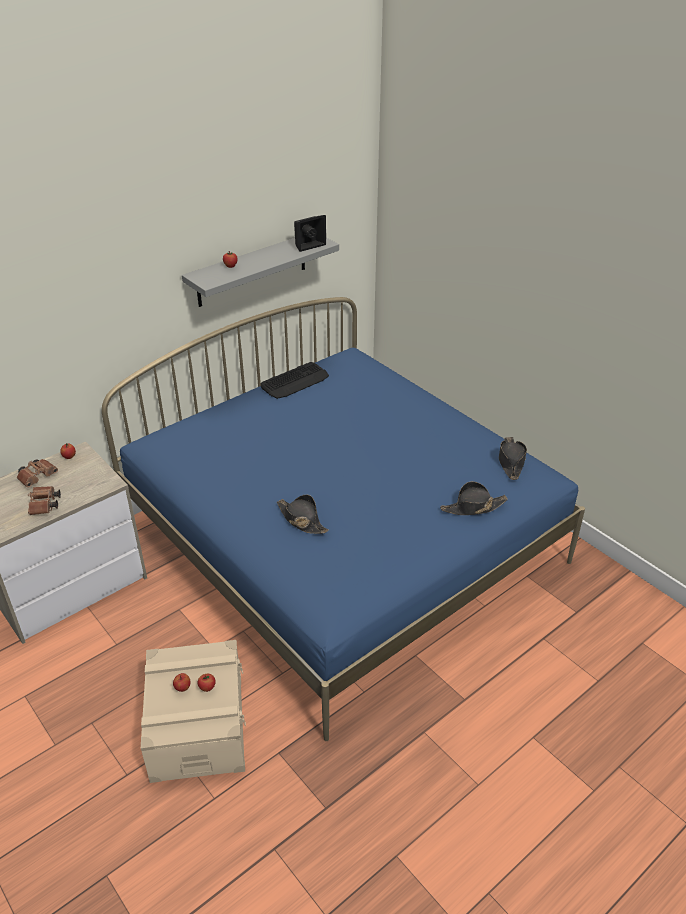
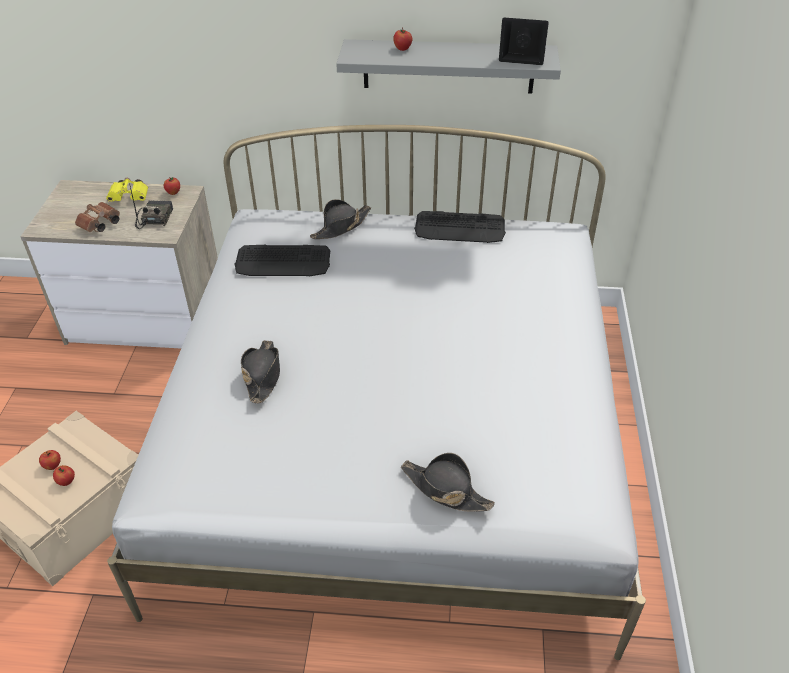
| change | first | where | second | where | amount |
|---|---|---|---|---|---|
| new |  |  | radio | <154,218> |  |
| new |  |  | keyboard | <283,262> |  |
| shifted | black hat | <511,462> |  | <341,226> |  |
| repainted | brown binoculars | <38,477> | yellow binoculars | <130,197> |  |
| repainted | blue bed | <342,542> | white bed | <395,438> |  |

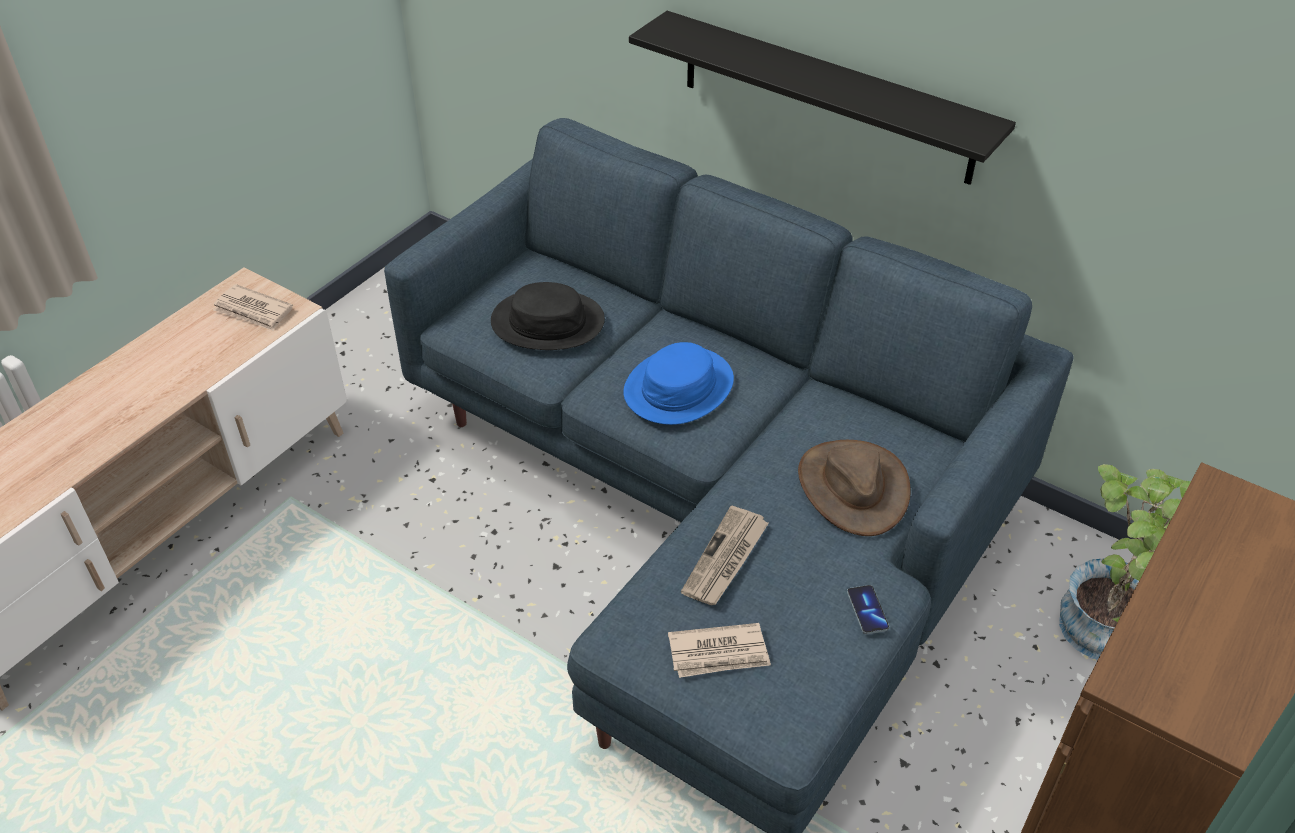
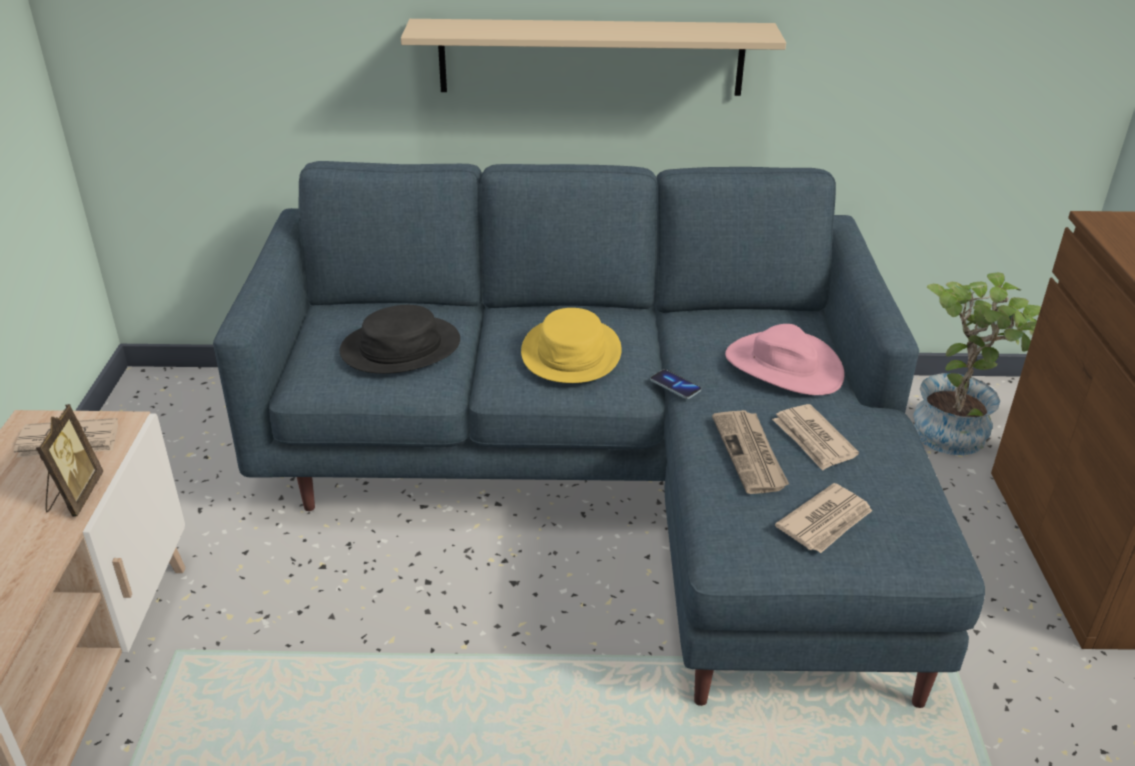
| change | first | where | second | where | amount |
|---|---|---|---|---|---|
| new |  |  | picture frame | <74,496> |  |
| new |  |  | newspaper | <813,440> |  |
| shifted | phone | <867,610> |  | <675,385> |  |
| repainted | blue hat | <679,387> | yellow hat | <571,352> |  |
| repainted | black shelf | <826,97> | beige shelf | <591,57> |  |
| repainted | brown hat | <852,487> | pink hat | <783,366> |  |

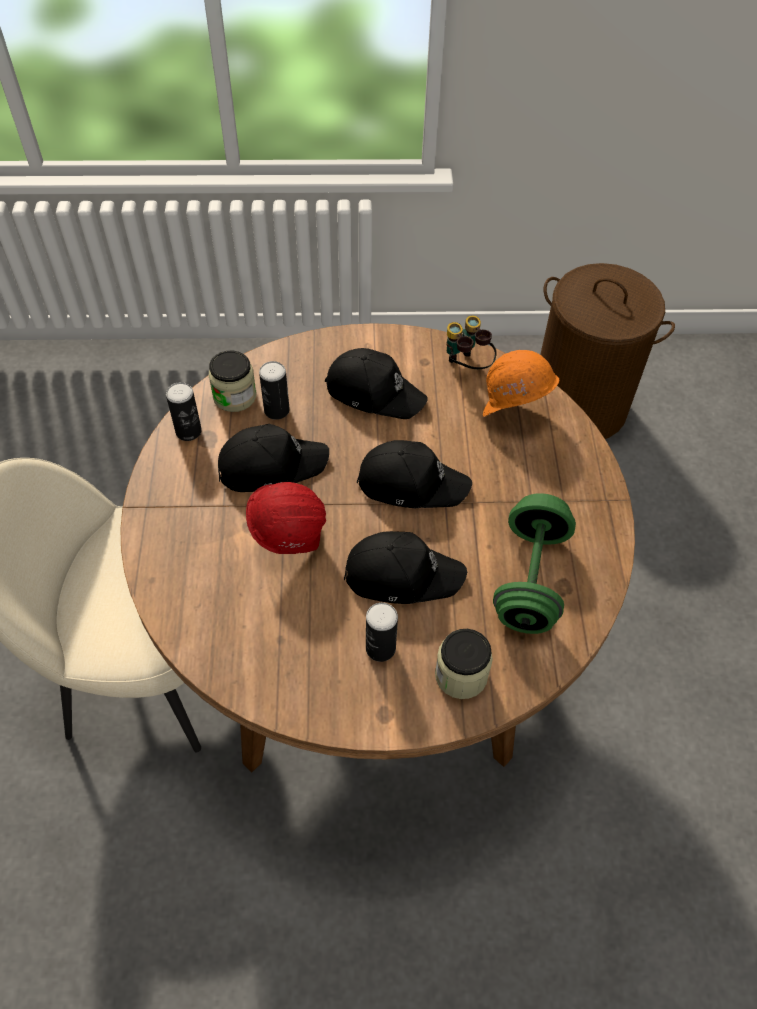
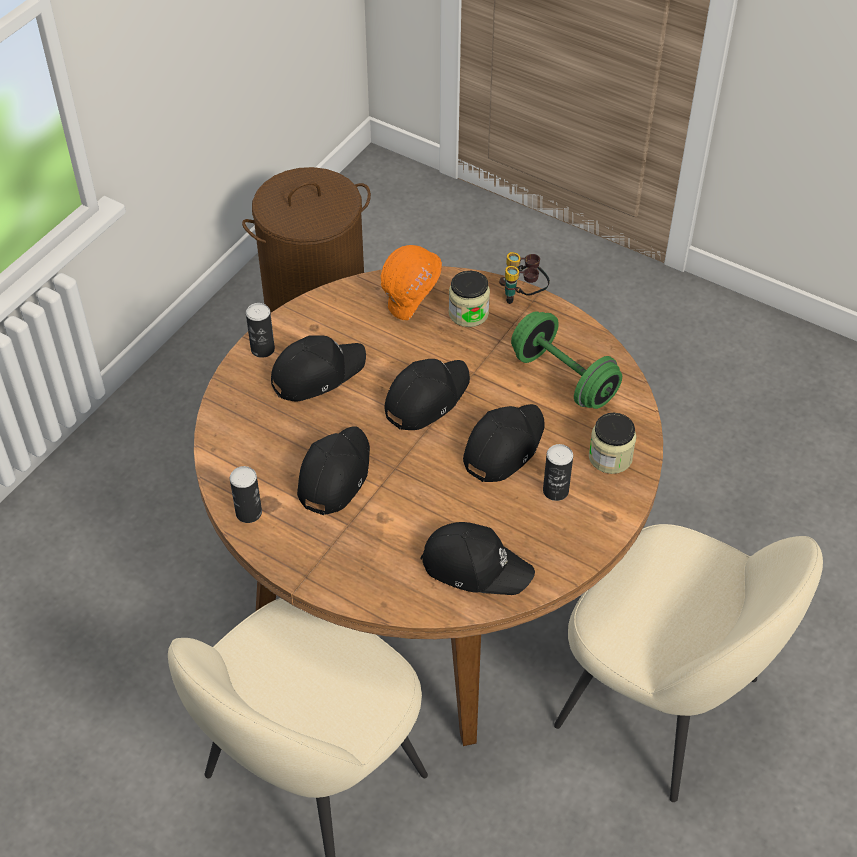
| change | first | where | second | where | amount |
|---|---|---|---|---|---|
| gone | red hard hat | <290,538> |  |  |  |
| new |  |  | black cap | <475,566> |  |
| new |  |  | beige chair | <662,705> |  |
| shifted | jar | <234,396> |  | <468,313> |  |
| shifted | can | <276,410> |  | <262,349> |  |
| shifted | binoculars | <466,367> |  | <523,297> |  |

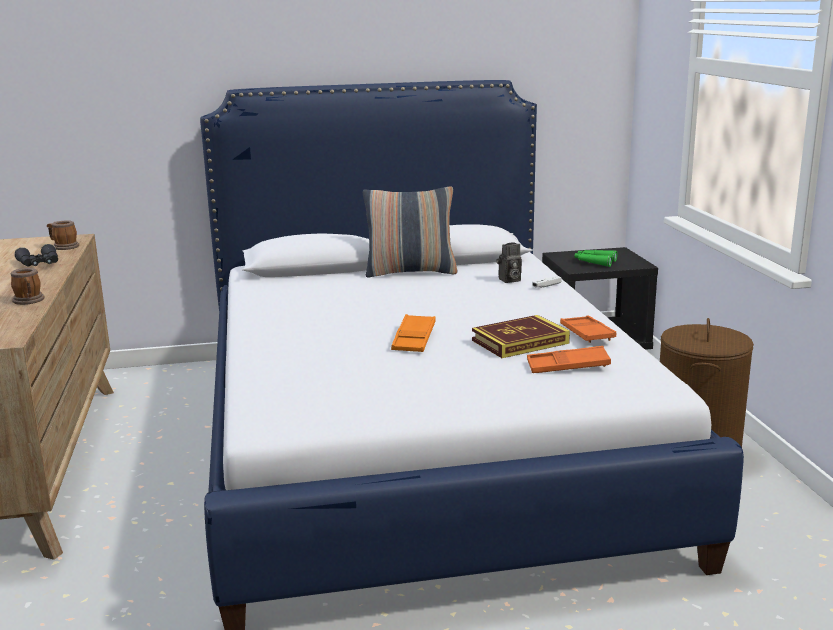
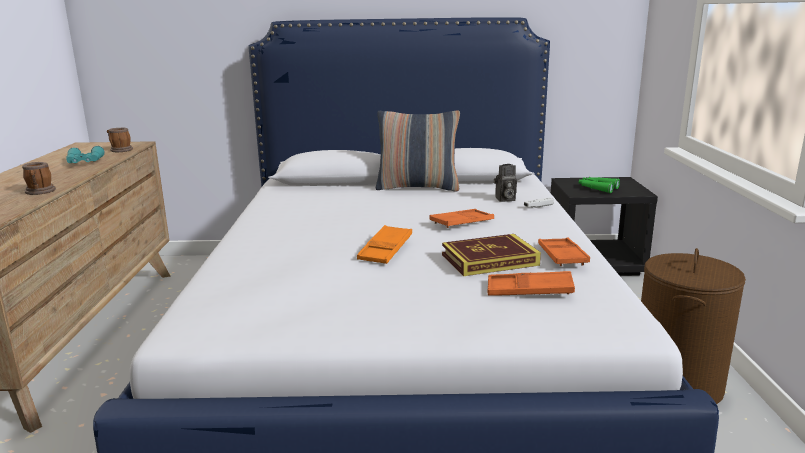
| change | first | where | second | where | amount |
|---|---|---|---|---|---|
| new |  |  | orange tray | <462,222> |  |
| repainted | black binoculars | <39,264> | turquoise binoculars | <85,162> |  |

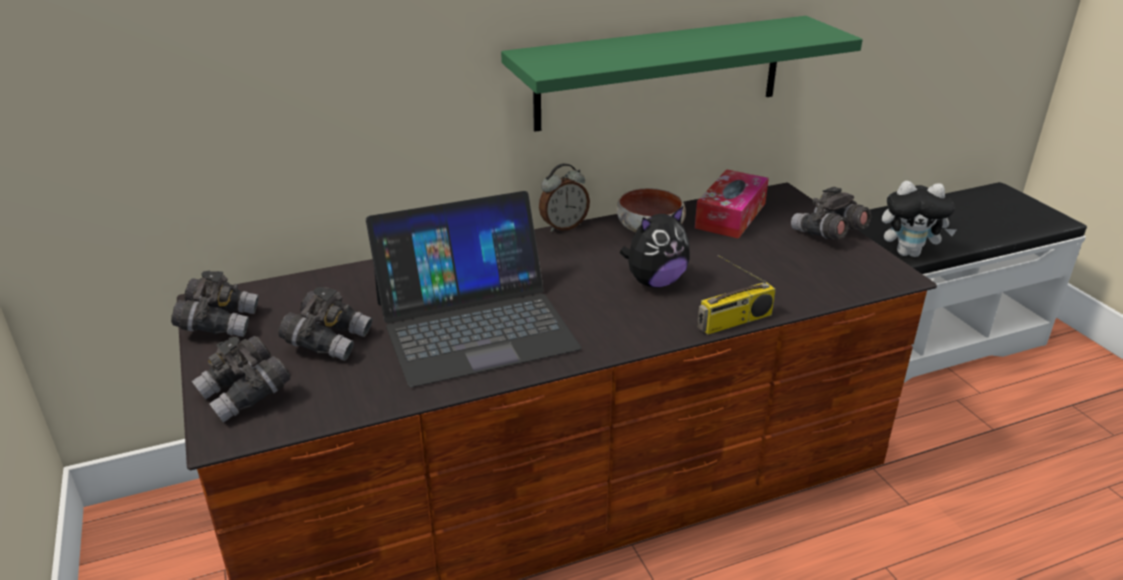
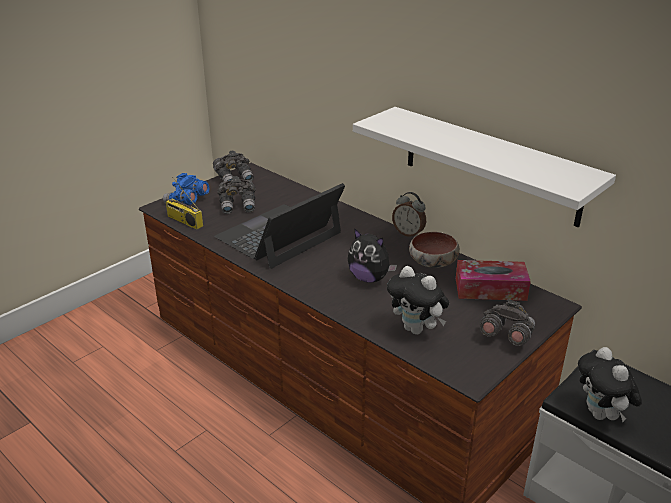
| change | first | where | second | where | amount |
|---|---|---|---|---|---|
| new |  |  | plush toy | <416,329> |  |
| shifted | radio | <734,322> |  | <184,221> |  |
| repainted | grey binoculars | <246,395> | blue binoculars | <187,202> |  |
| repainted | green shelf | <660,73> | white shelf | <490,165> |  |
| rotated | laptop | <474,324> |  | <279,235> | 90 degrees clockwise |

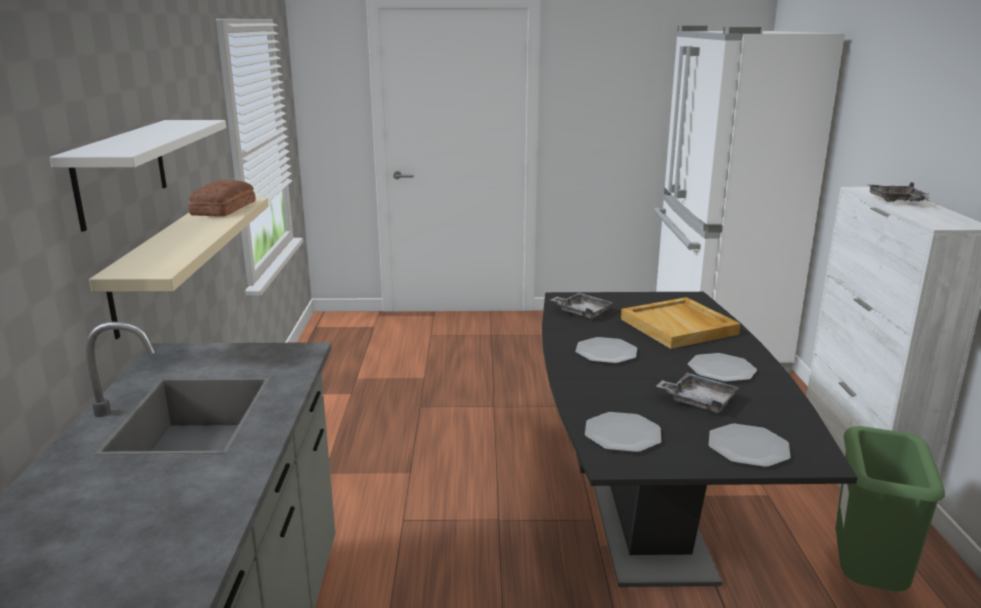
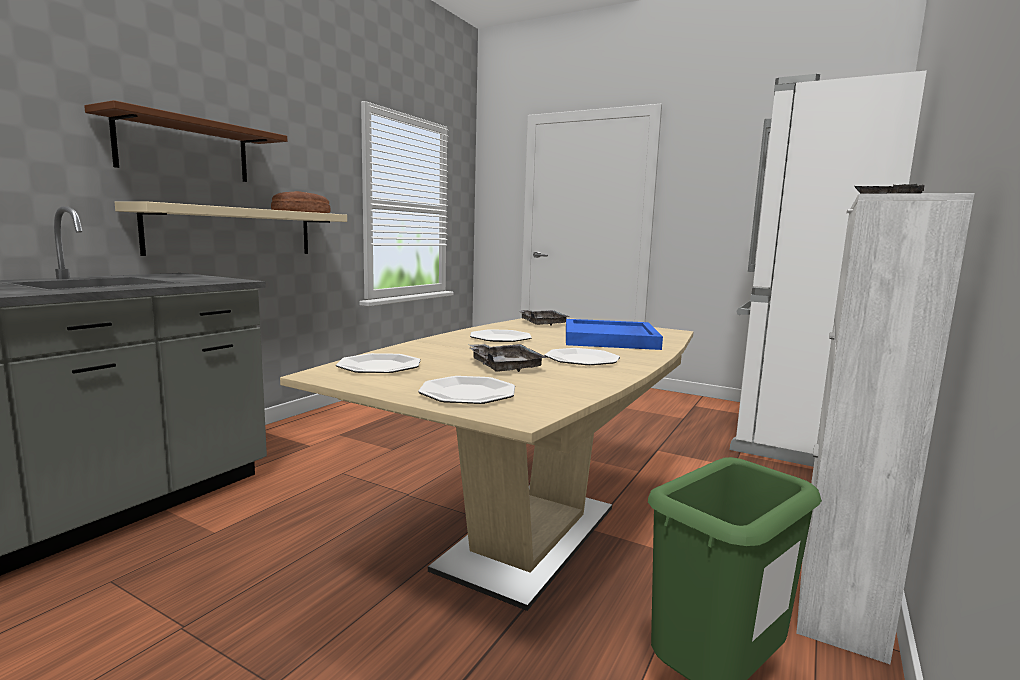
| change | first | where | second | where | amount |
|---|---|---|---|---|---|
| repainted | white shelf | <121,171> | brown shelf | <184,149> |  |
| repainted | black dining table | <647,522> | beige dining table | <530,537> |  |
| repainted | beige tray | <679,326> | blue tray | <610,339> |  |

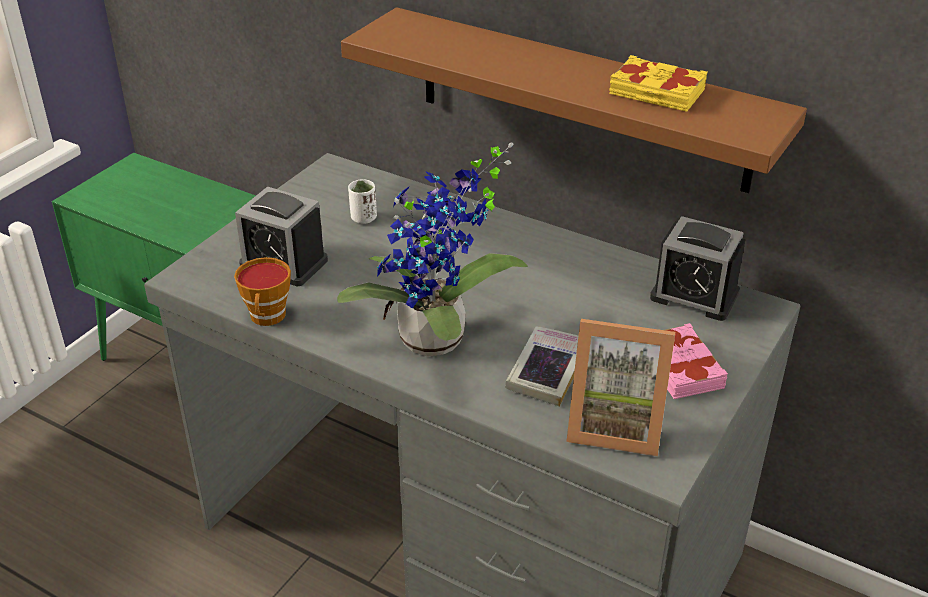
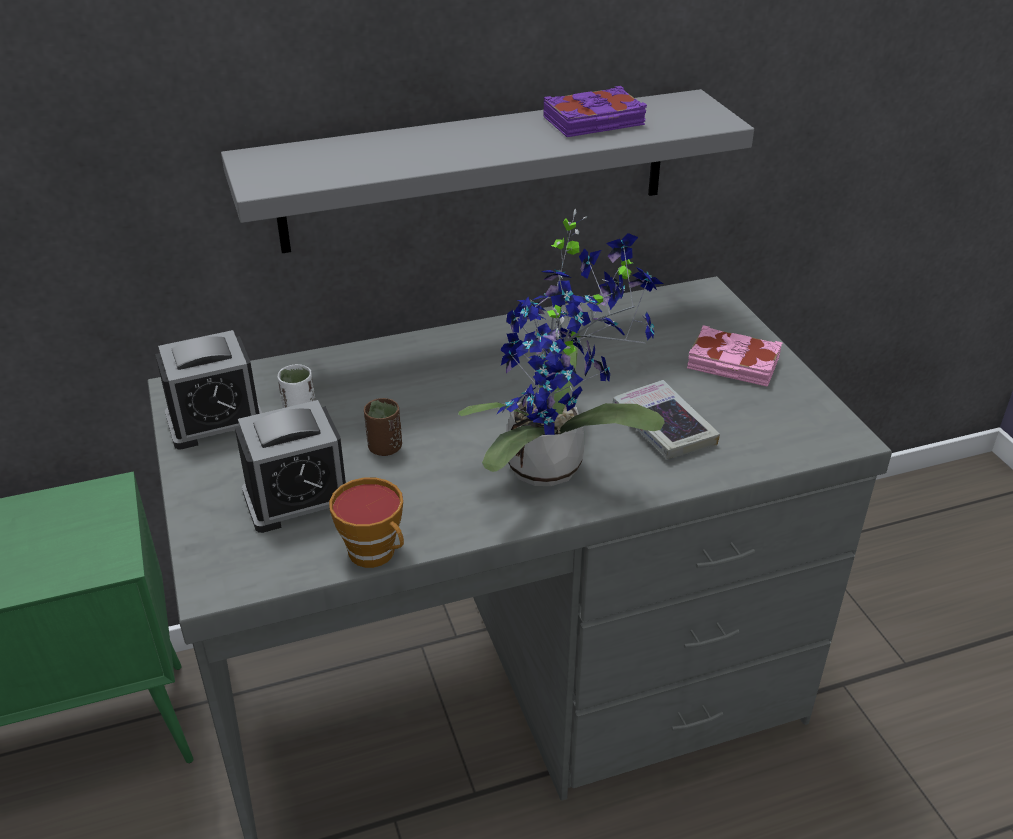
| change | first | where | second | where | amount |
|---|---|---|---|---|---|
| gone | picture frame | <615,425> |  |  |  |
| new |  |  | brown cup | <385,448> |  |
| shifted | alarm clock | <694,295> |  | <215,421> |  |
| repainted | brown shelf | <581,99> | grey shelf | <476,171> |  |
| repainted | yellow book | <656,92> | purple book | <594,122> |  |

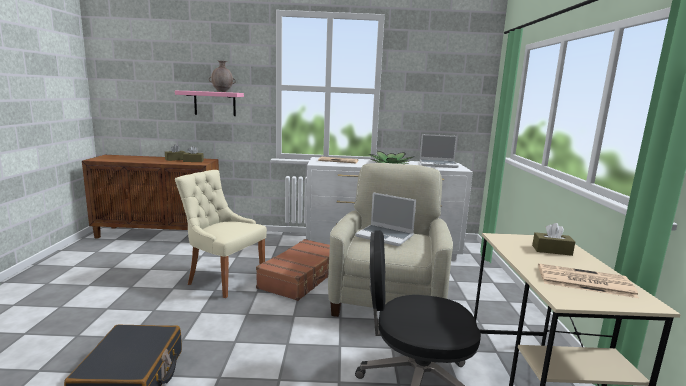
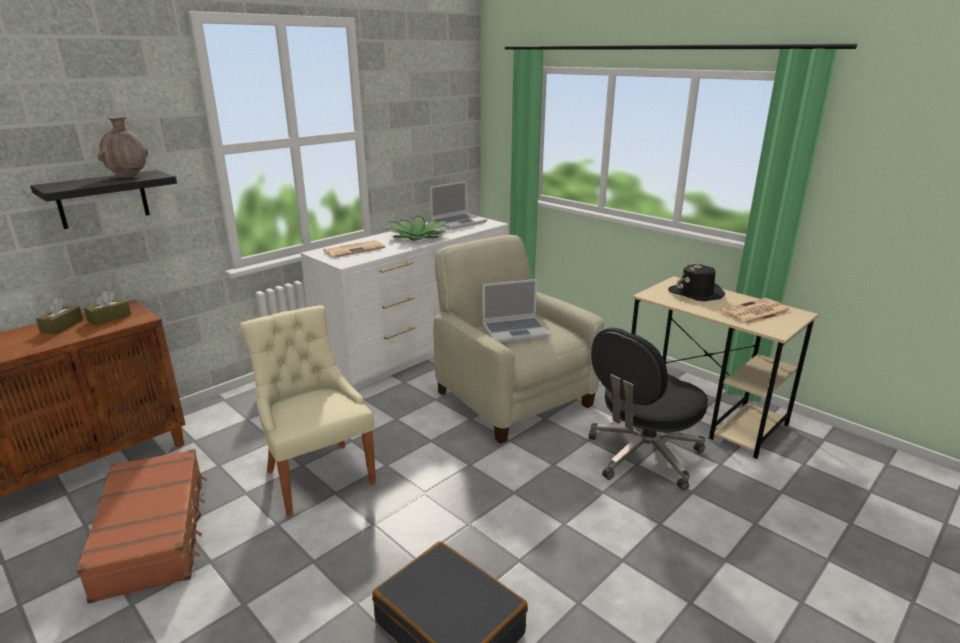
| change | first | where | second | where | amount |
|---|---|---|---|---|---|
| shifted | brown suitcase | <302,277> |  | <154,533> |  |
| swapped | brown tissue box | <551,250> | black hat | <696,293> |  |
| repainted | pink shelf | <215,103> | black shelf | <102,199> |  |
| rotated | beige chair | <224,279> |  | <318,475> | 75 degrees clockwise |

